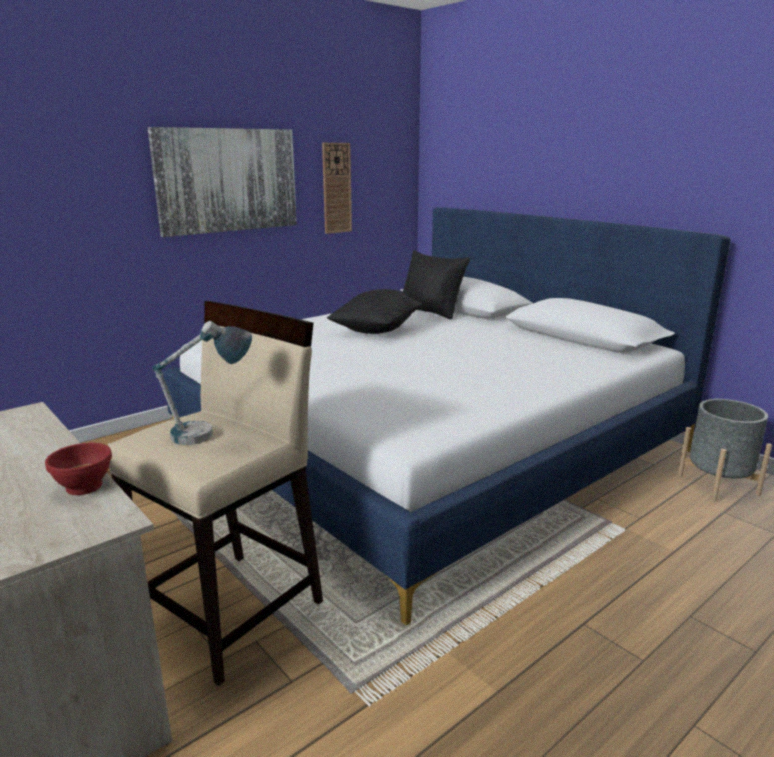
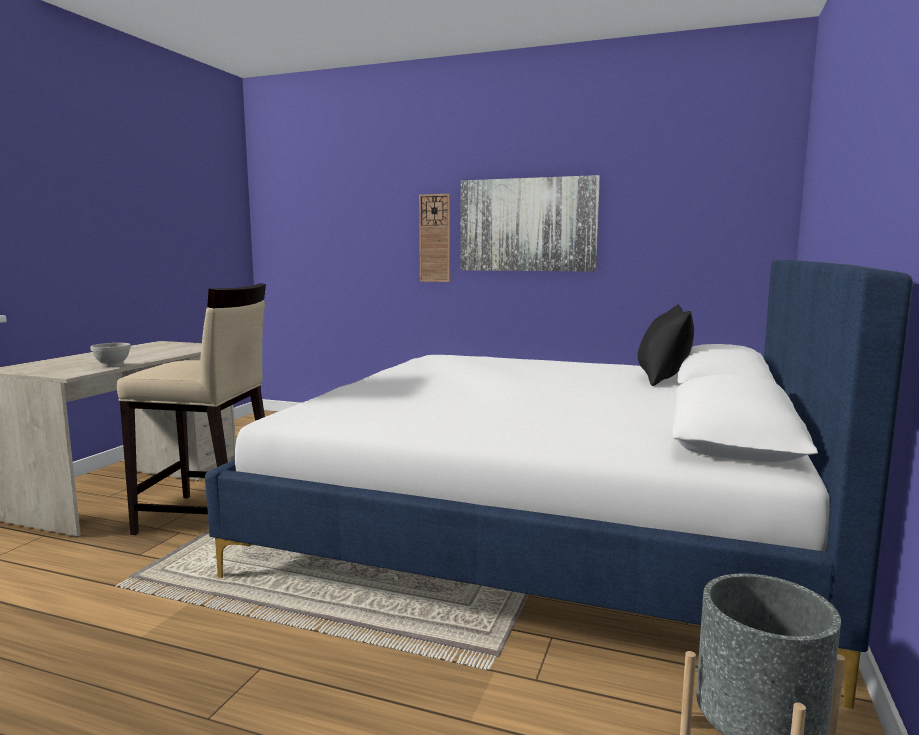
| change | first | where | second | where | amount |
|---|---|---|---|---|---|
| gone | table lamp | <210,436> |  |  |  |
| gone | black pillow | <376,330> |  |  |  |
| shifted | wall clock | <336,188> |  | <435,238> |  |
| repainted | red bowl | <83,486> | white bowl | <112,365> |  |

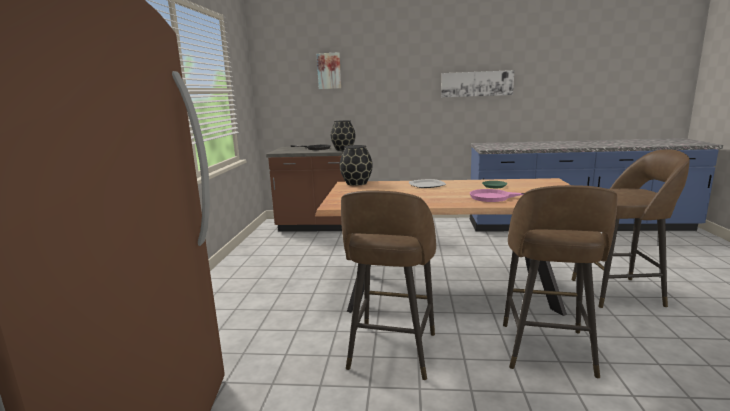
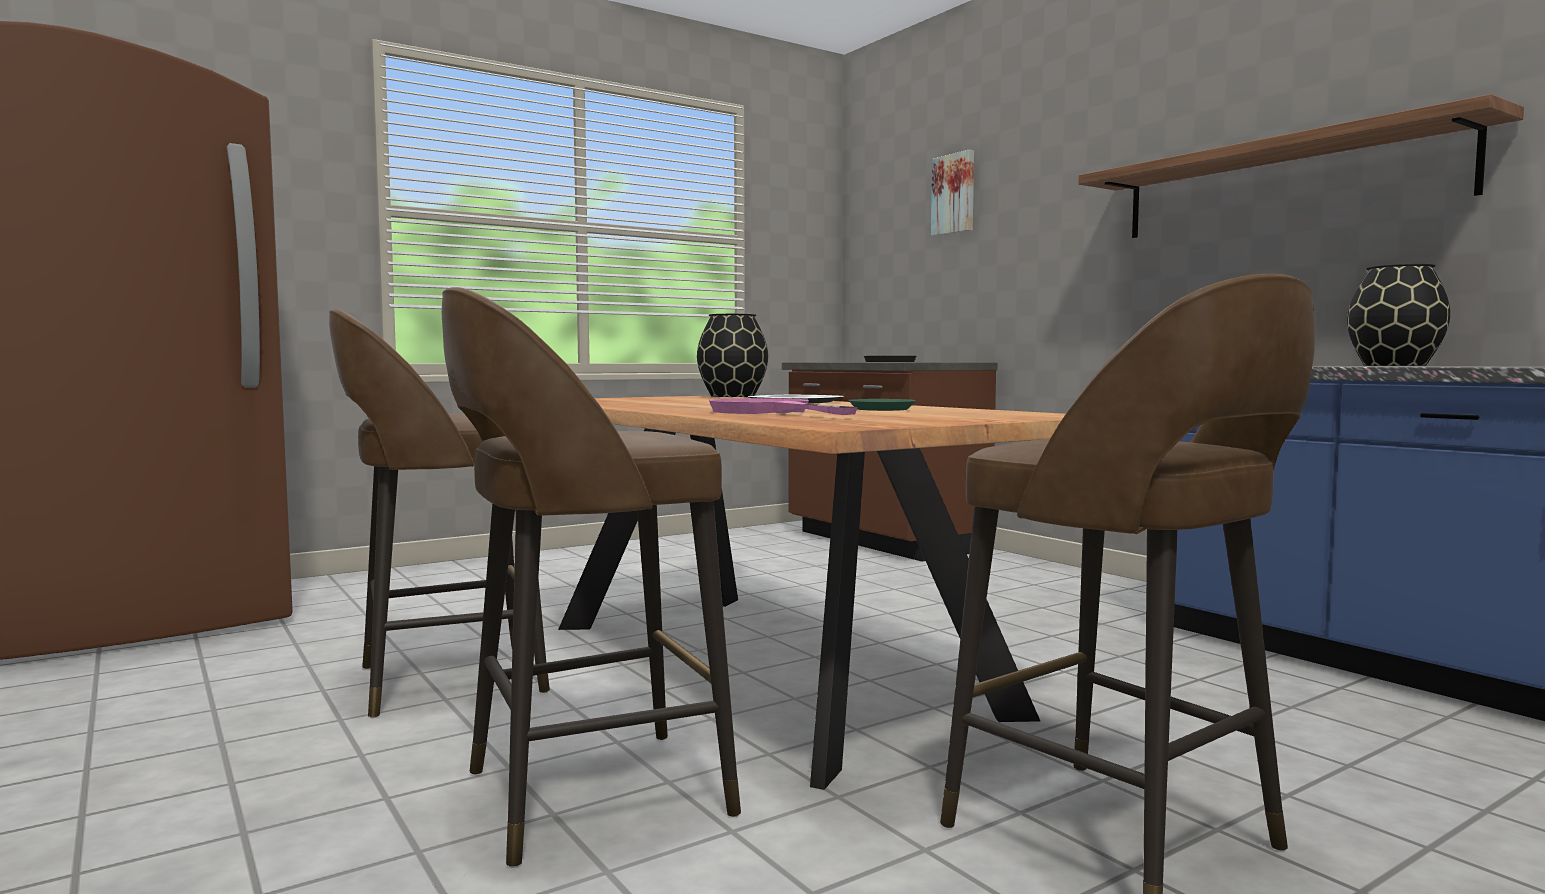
| change | first | where | second | where | amount |
|---|---|---|---|---|---|
| shifted | black vase | <344,149> |  | <1396,365> |  |
| swapped | picture | <476,84> | shelf | <1283,185> |  |

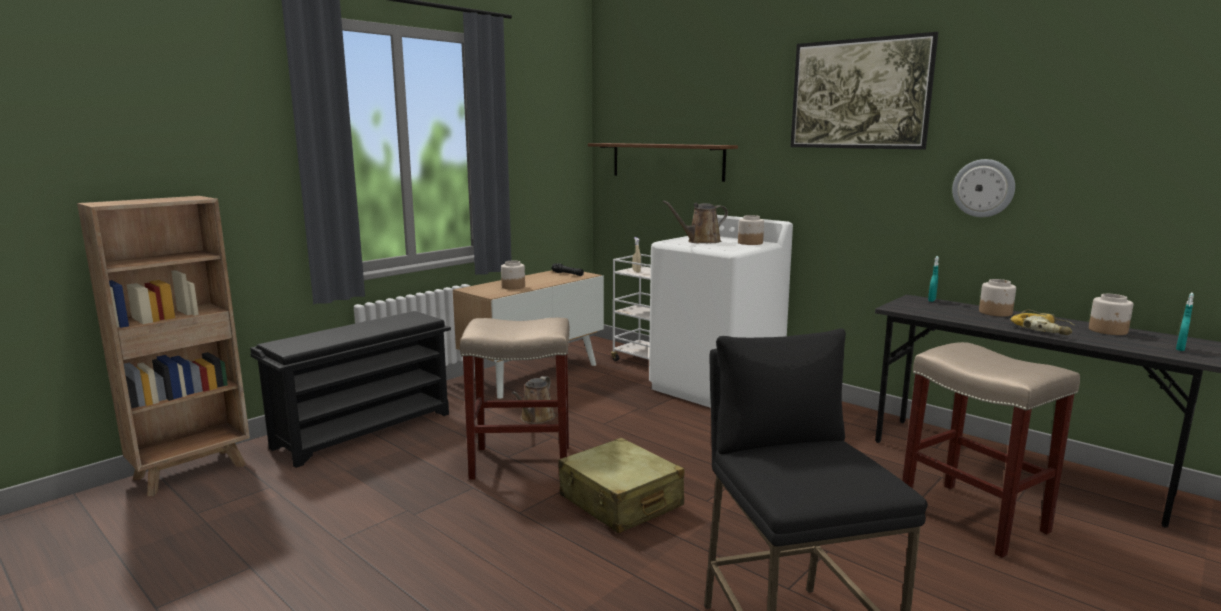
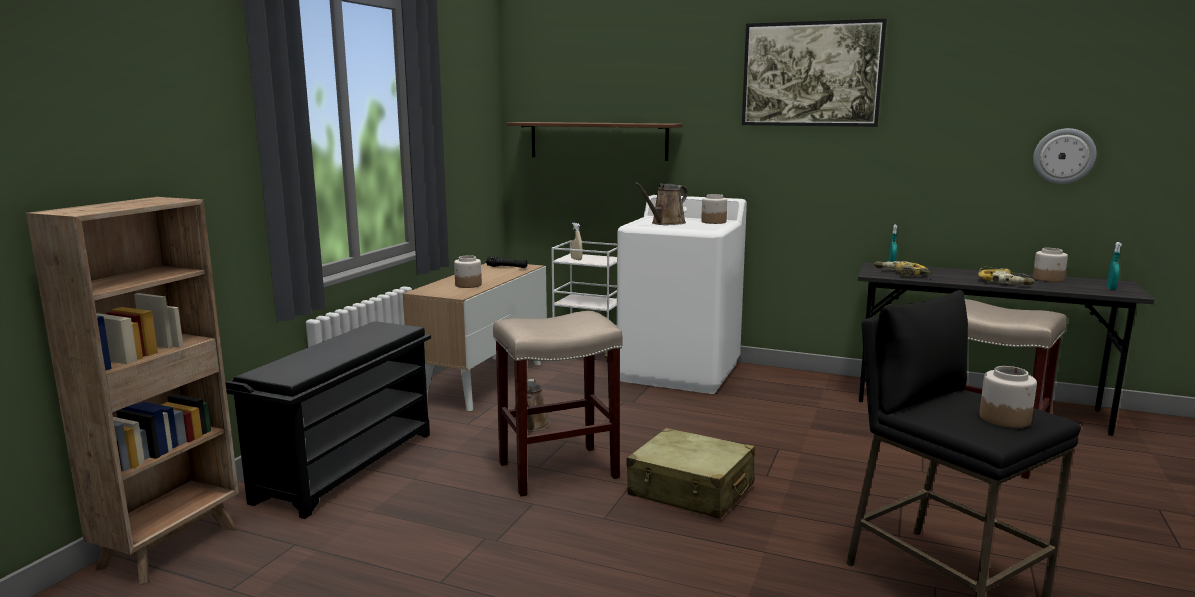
| change | first | where | second | where | amount |
|---|---|---|---|---|---|
| new |  |  | power drill | <901,274> |  |
| shifted | wall clock | <983,188> |  | <1064,156> |  |
| shifted | jar | <995,312> |  | <1005,418> |  |

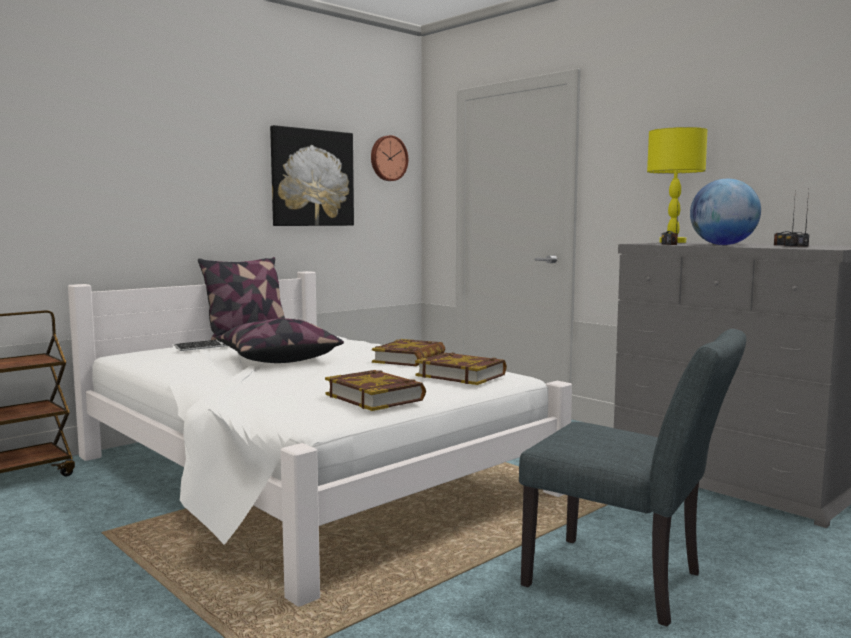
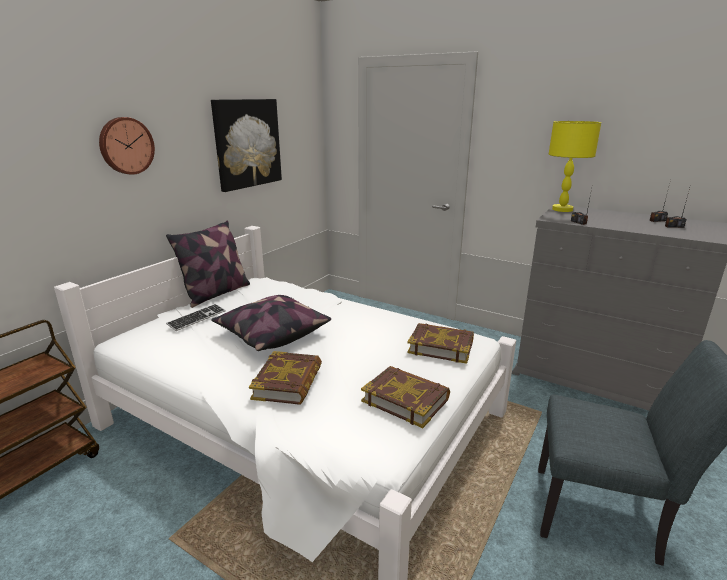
| change | first | where | second | where | amount |
|---|---|---|---|---|---|
| gone | globe | <723,245> |  |  |  |
| shifted | wall clock | <388,158> |  | <126,146> |  |
| shifted | book | <409,359> |  | <288,382> |  |

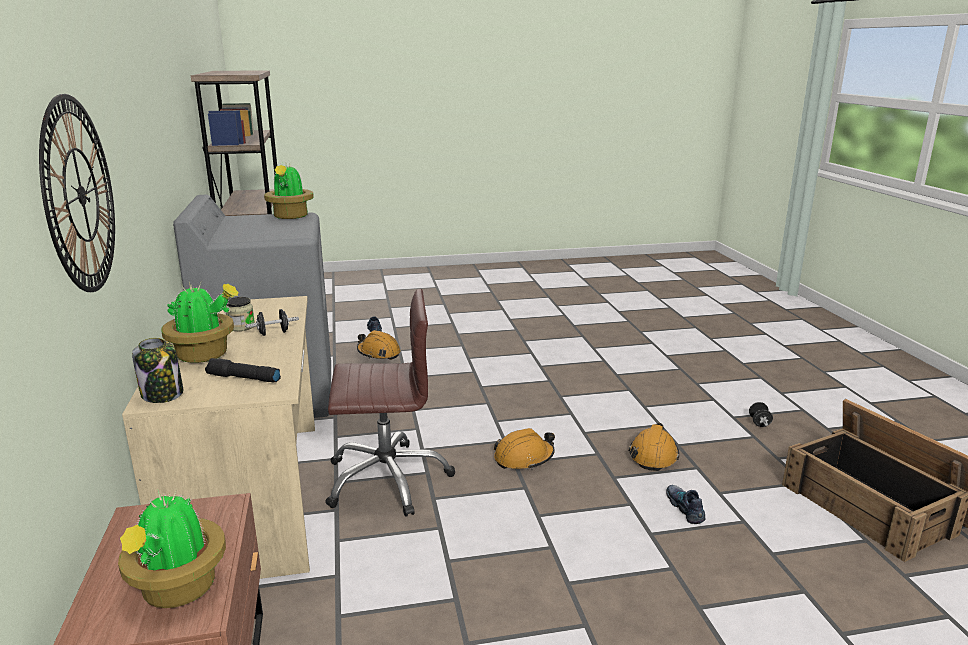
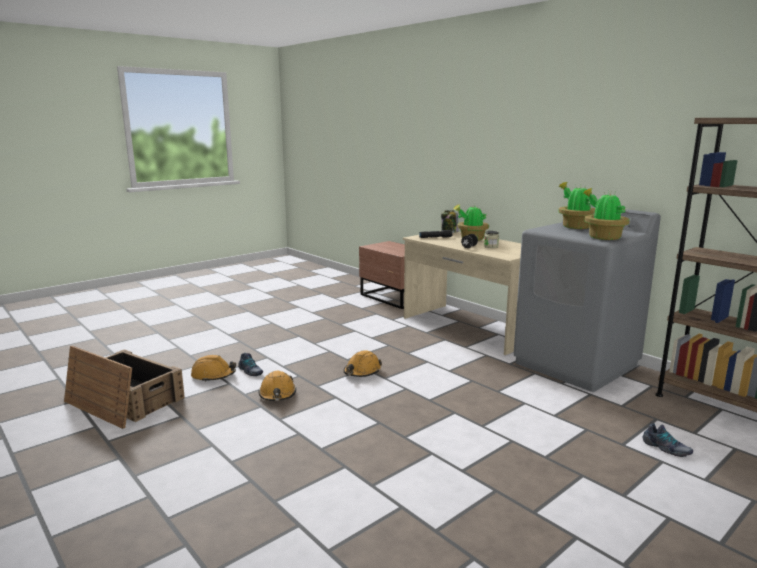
| change | first | where | second | where | amount |
|---|---|---|---|---|---|
| gone | wall clock | <80,195> |  |  |  |
| gone | brown office chair | <387,479> |  |  |  |
| gone | black dumbbell | <759,422> |  |  |  |
| shifted | potted plant | <178,589> |  | <575,227> |  |
| shifted | orange hard hat | <378,353> |  | <213,375> |  |

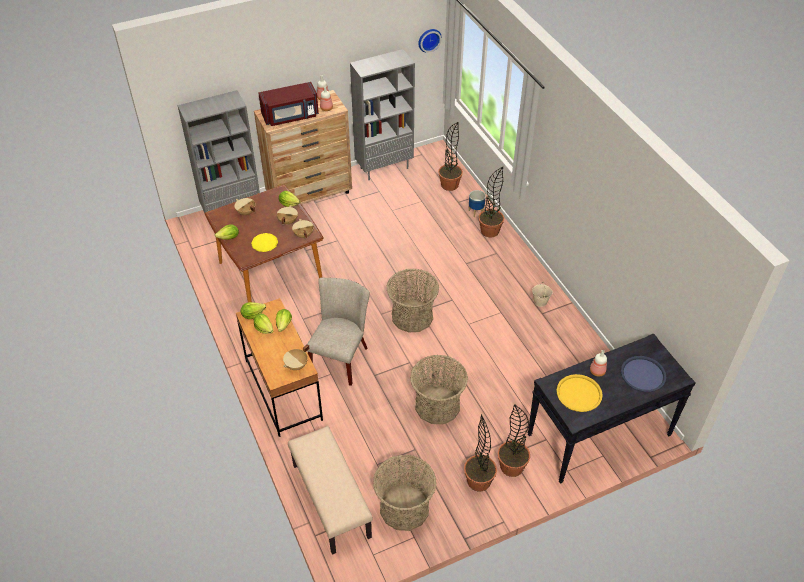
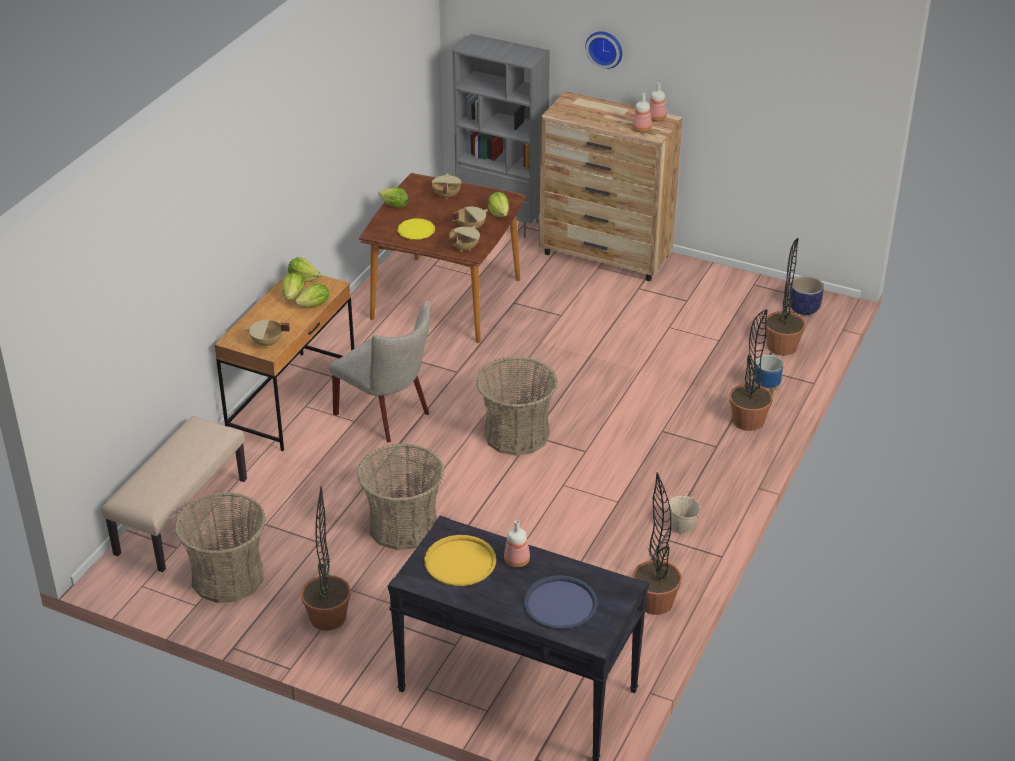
| change | first | where | second | where | amount |
|---|---|---|---|---|---|
| gone | red microwave | <290,116> |  |  |  |
| gone | grey bookcase | <384,167> |  |  |  |
| new |  |  | planter | <804,309> |  |
| shifted | wall clock | <428,39> |  | <605,48> |  |
| shifted | potted plant | <511,466> |  | <655,602> |  |
| rotated | beige chair | <341,357> |  | <387,415> | 60 degrees clockwise |

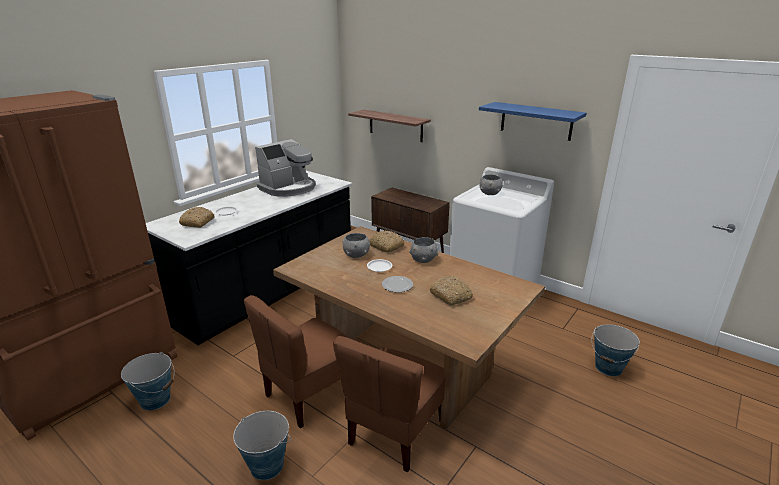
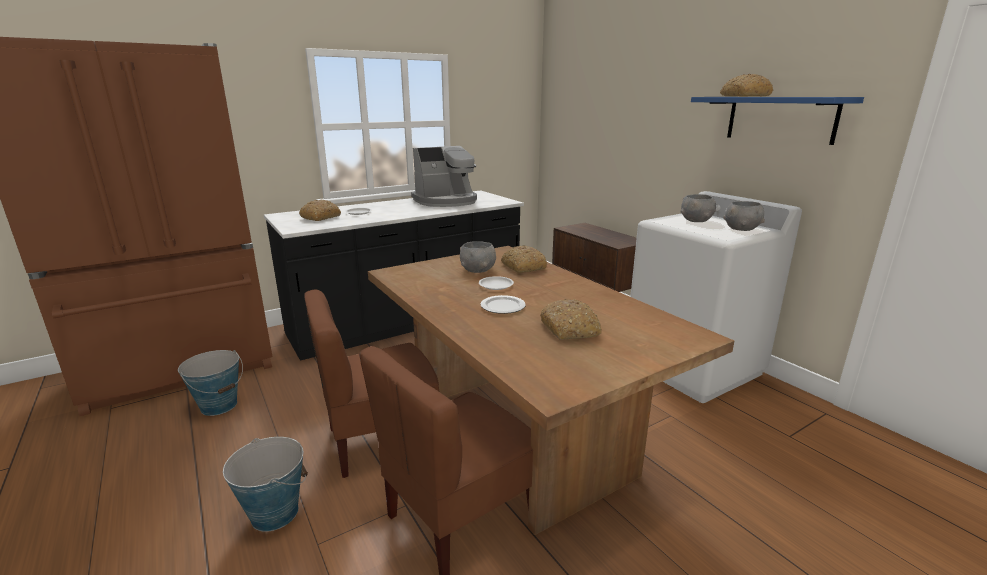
| change | first | where | second | where | amount |
|---|---|---|---|---|---|
| gone | shelf | <395,125> |  |  |  |
| gone | bucket | <608,367> |  |  |  |
| new |  |  | bread | <744,96> |  |
| shifted | grey bowl | <424,260> |  | <742,229> |  |

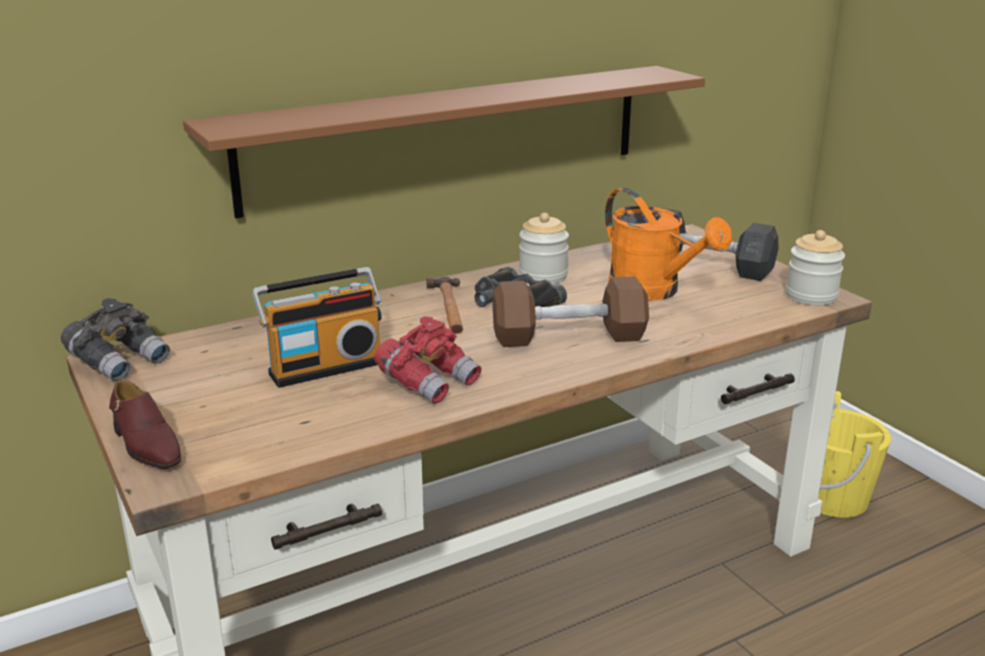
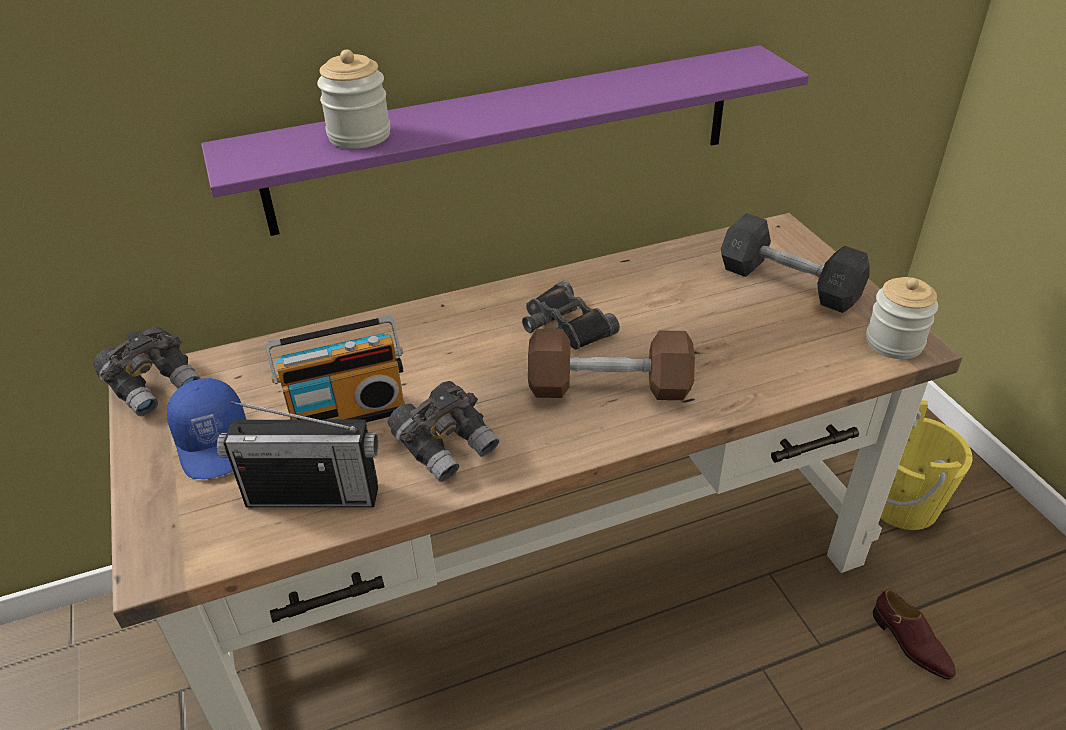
| change | first | where | second | where | amount |
|---|---|---|---|---|---|
| gone | hammer | <448,308> |  |  |  |
| gone | orange watering can | <653,291> |  |  |  |
| new |  |  | blue cap | <215,442> |  |
| new |  |  | radio | <313,495> |  |
| shifted | brown shoe | <146,445> |  | <910,644> |  |
| shifted | jar | <543,276> |  | <359,135> |  |
| repainted | brown shelf | <449,136> | purple shelf | <507,139> |  |
| repainted | red binoculars | <429,382> | grey binoculars | <446,446> |  |

